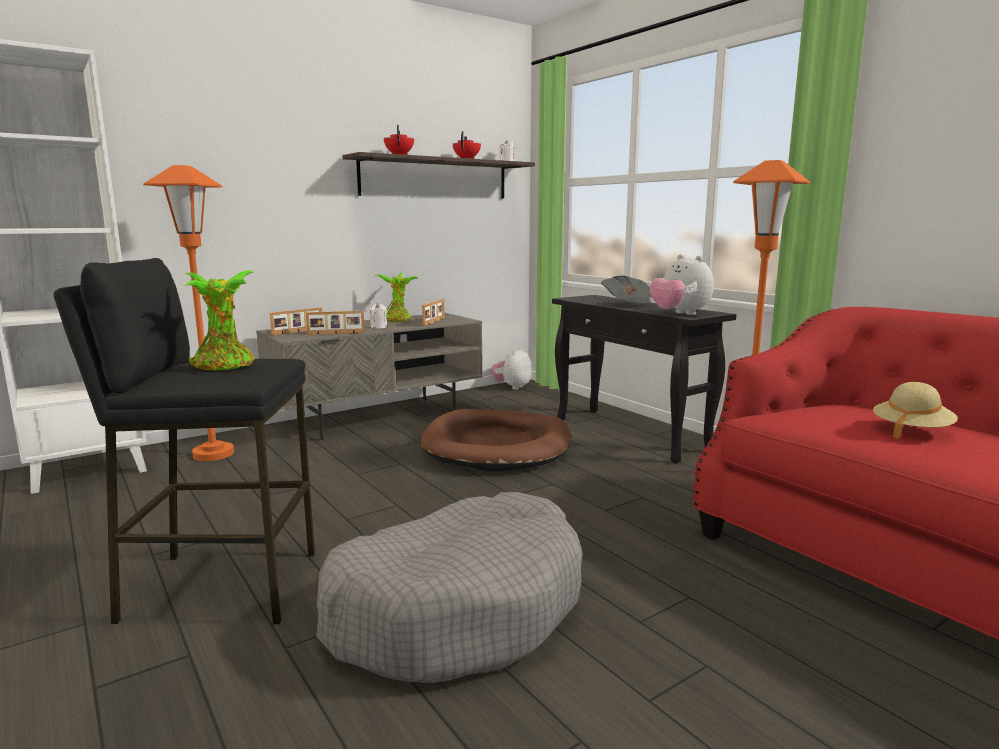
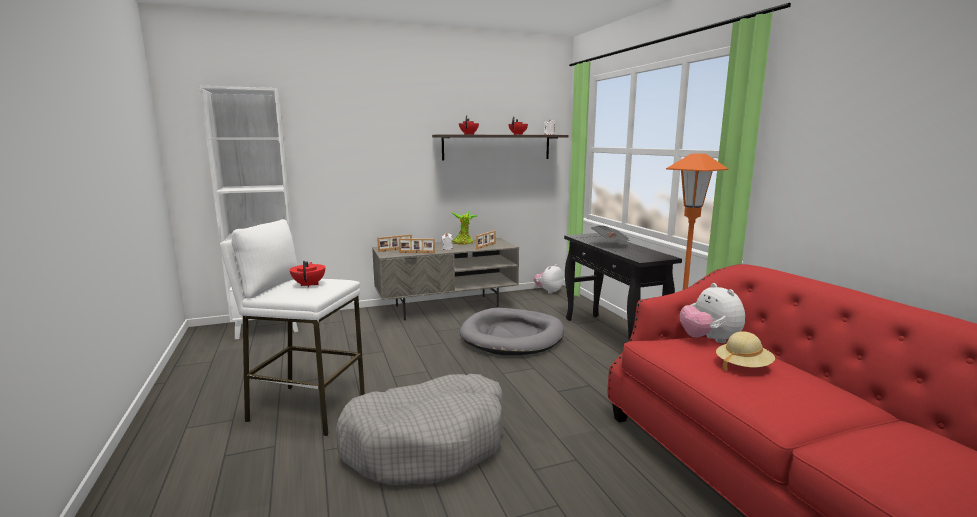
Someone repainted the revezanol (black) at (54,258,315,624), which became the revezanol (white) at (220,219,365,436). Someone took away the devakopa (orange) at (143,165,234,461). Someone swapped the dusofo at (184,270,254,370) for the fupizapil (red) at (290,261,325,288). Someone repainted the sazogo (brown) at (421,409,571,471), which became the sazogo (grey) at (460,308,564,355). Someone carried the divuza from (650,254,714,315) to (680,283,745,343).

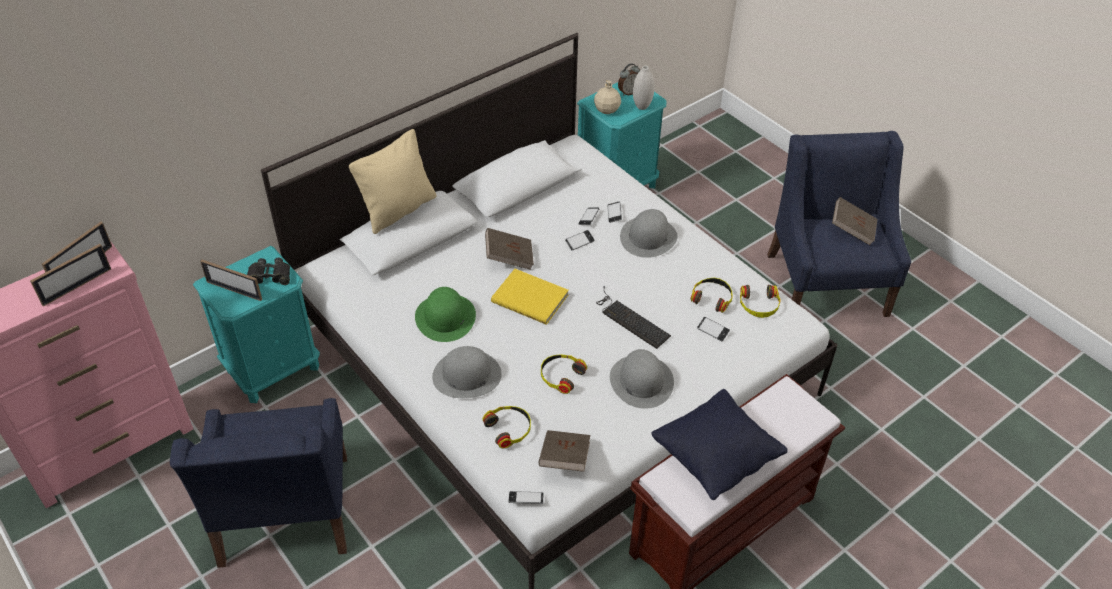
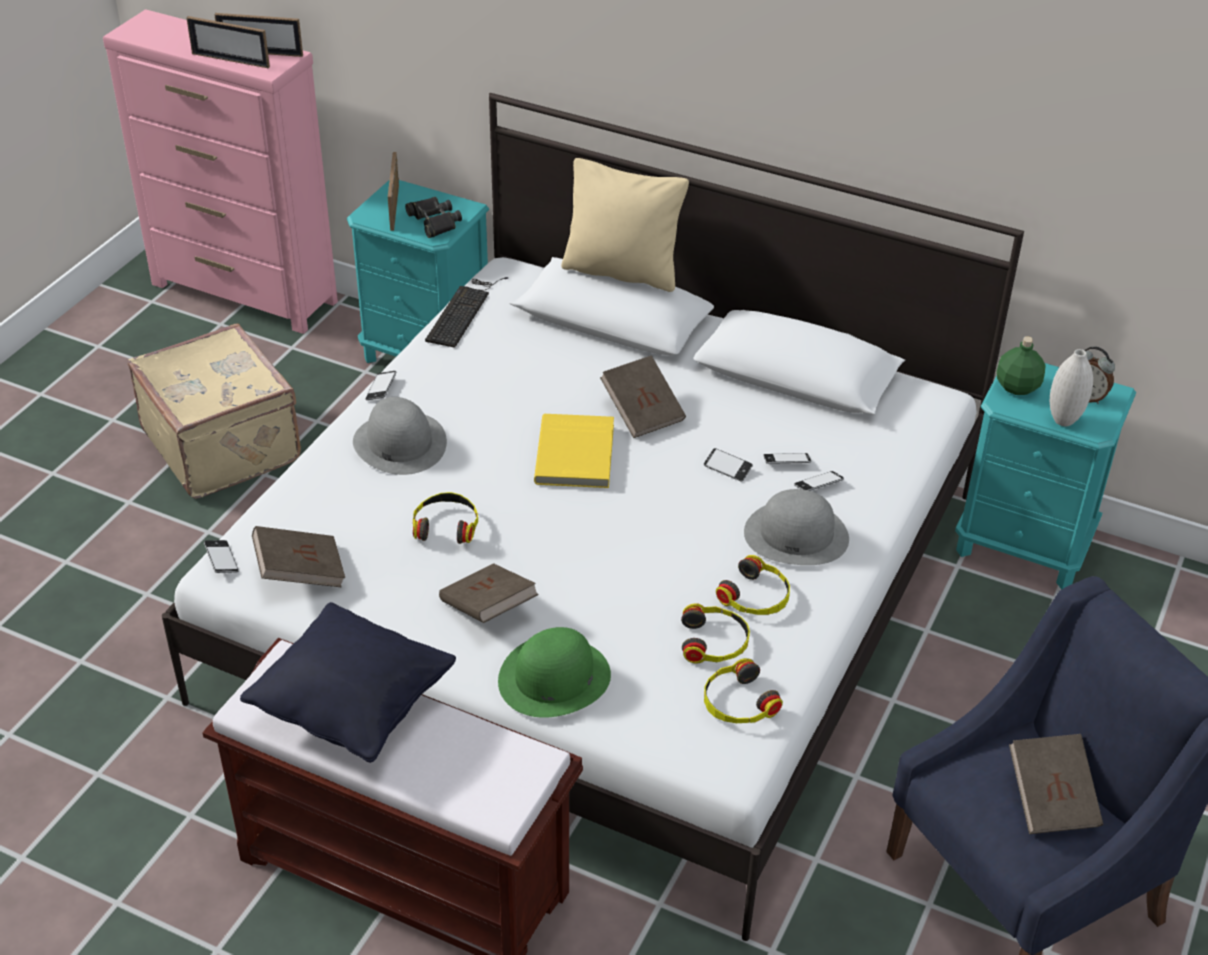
Someone swapped the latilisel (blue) at (170,398,347,568) for the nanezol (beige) at (128,323,301,499). Someone carried the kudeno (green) from (415,287,476,342) to (498,627,611,718). Someone carried the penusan from (482,406,531,448) to (716,555,790,615). Someone repainted the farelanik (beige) at (594,80,621,114), which became the farelanik (green) at (996,336,1046,395). Someone carried the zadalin from (596,286,671,349) to (425,277,508,348). Someone swapped the kudeno (grey) at (610,349,674,409) for the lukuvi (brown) at (439,563,539,623). Someone carried the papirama from (697,317,730,341) to (365,371,396,400).

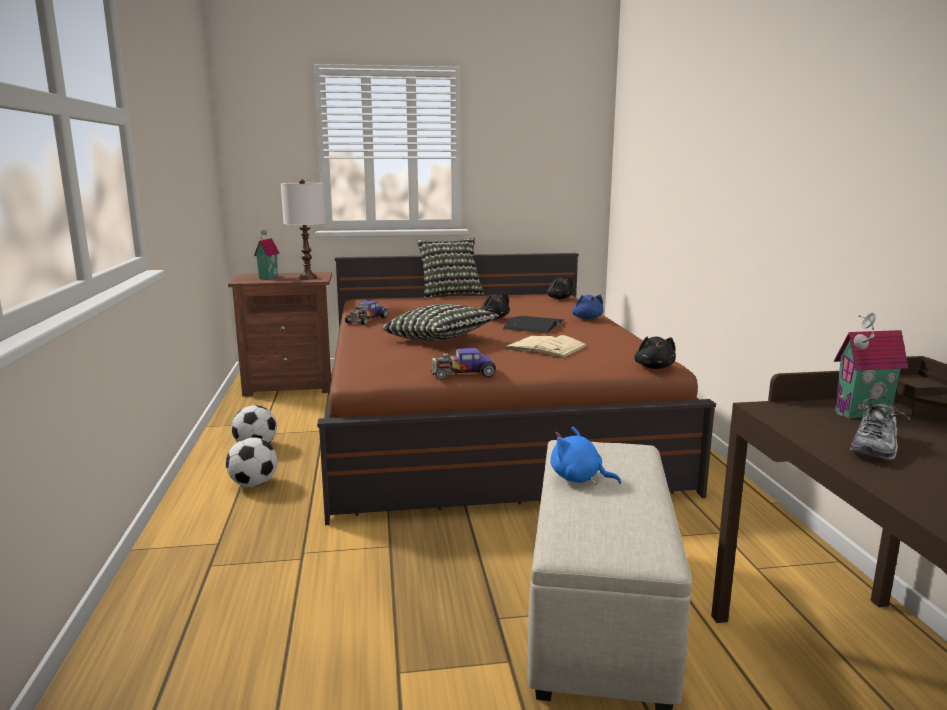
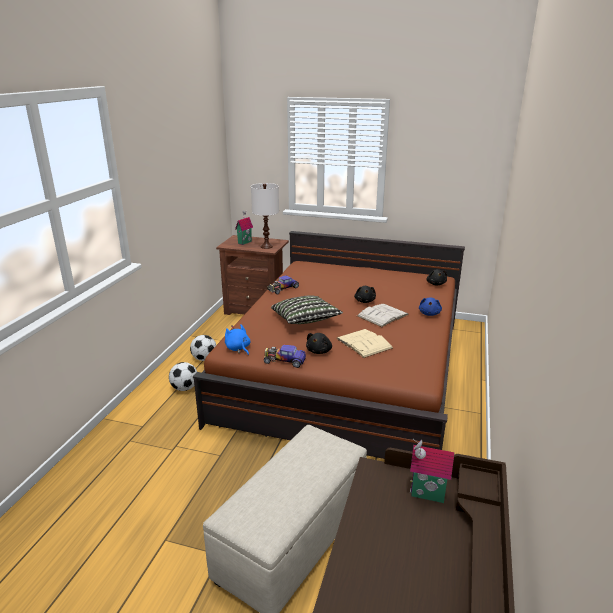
Someone took away the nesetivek at (417,238,485,298). Someone repainted the lukuvi (black) at (503,316,565,333), which became the lukuvi (white) at (357,304,409,327). Someone carried the divuza (blue) from (550,426,621,485) to (225,324,251,355). Someone carried the divuza (black) from (634,336,676,369) to (306,333,332,354). Someone took away the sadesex at (848,397,910,460).

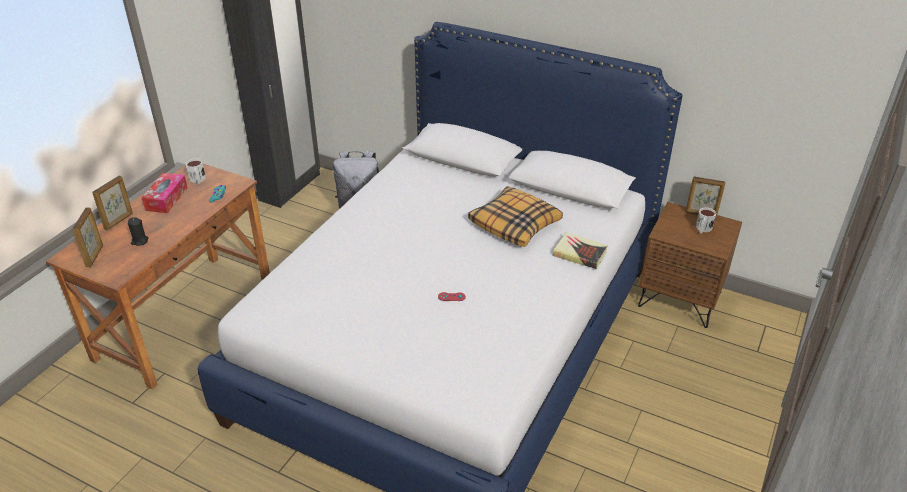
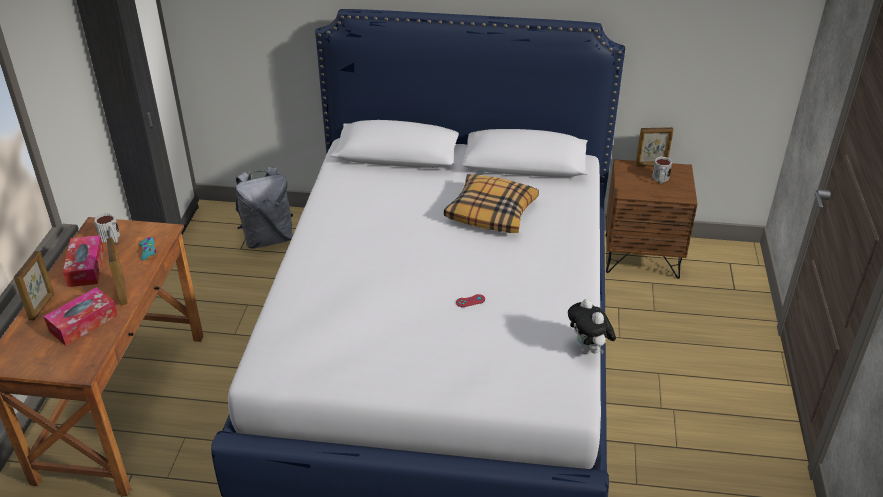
Someone carried the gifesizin from (72,207,103,267) to (106,238,127,305). Someone swapped the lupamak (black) at (128,217,149,246) for the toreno at (44,287,118,346). Someone took away the lukuvi at (552,232,608,269). Someone put down the divuza at (568,299,616,354).

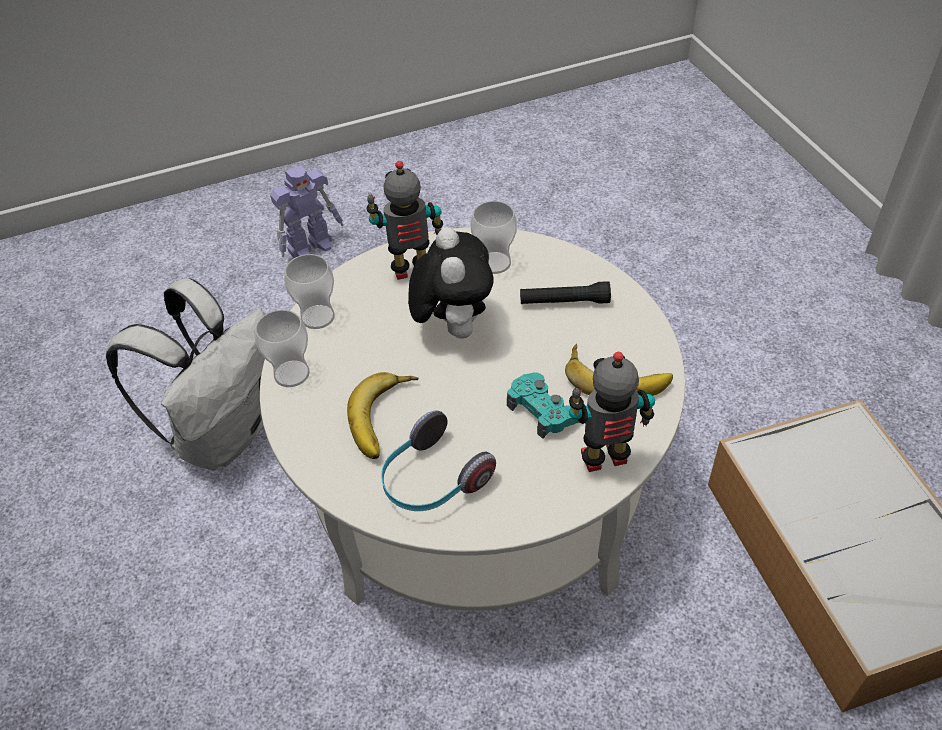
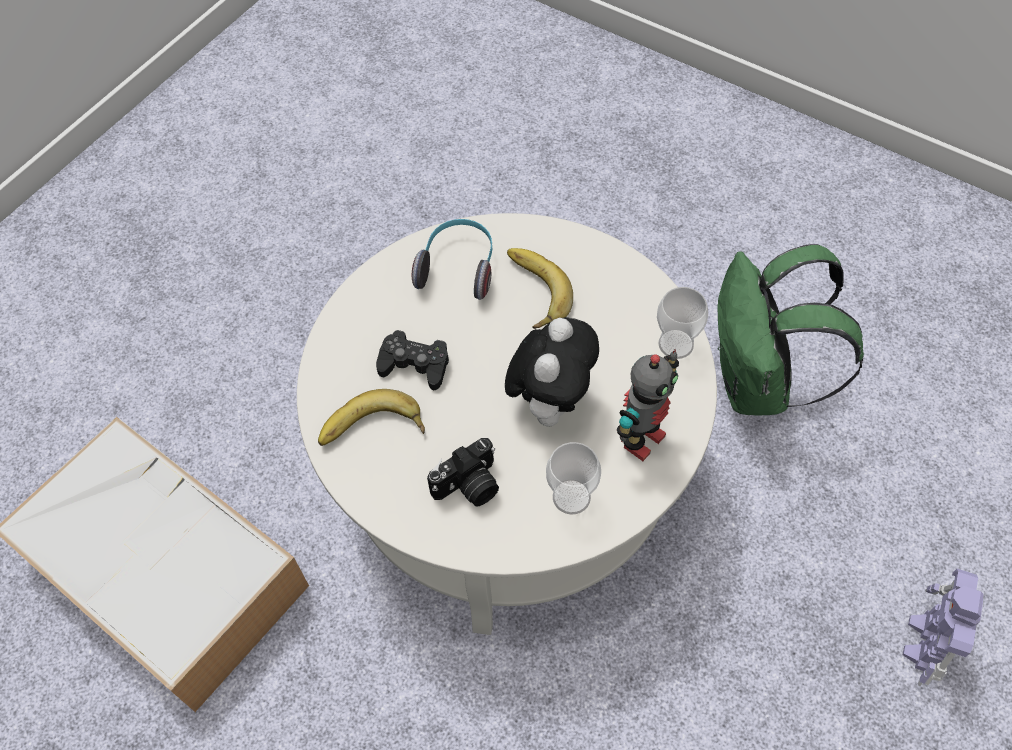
Someone repainted the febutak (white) at (106,278,265,471), which became the febutak (green) at (717,244,864,415). Someone took away the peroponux at (255,310,310,387). Someone rotated the divuza at (408,227,494,339) by 120 degrees counterclockwise. Someone repainted the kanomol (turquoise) at (507,372,580,439), which became the kanomol (black) at (376,330,449,390). Someone swapped the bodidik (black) at (520,281,611,304) for the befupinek at (427,438,499,507). Someone took away the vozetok at (569,352,655,472).

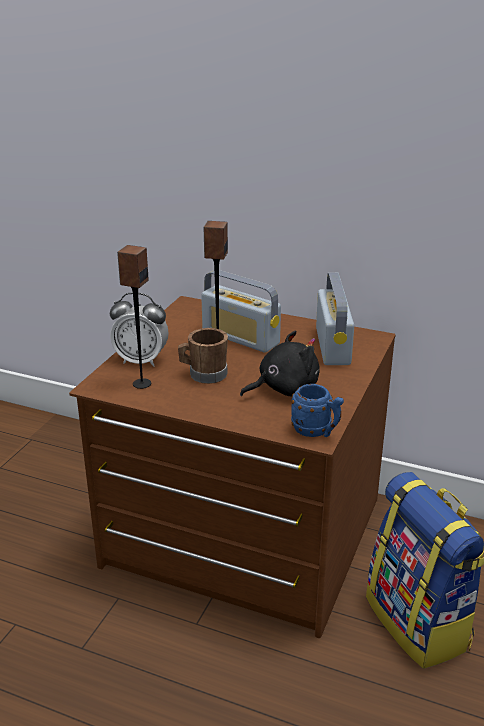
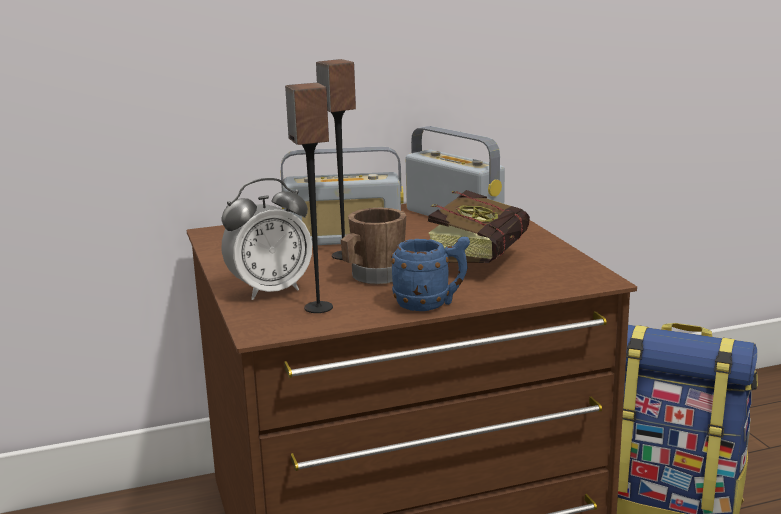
Someone swapped the divuza (black) at (240,330,320,397) for the lukuvi at (428,190,530,263). Someone carried the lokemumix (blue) from (291,384,344,437) to (391,237,470,311).

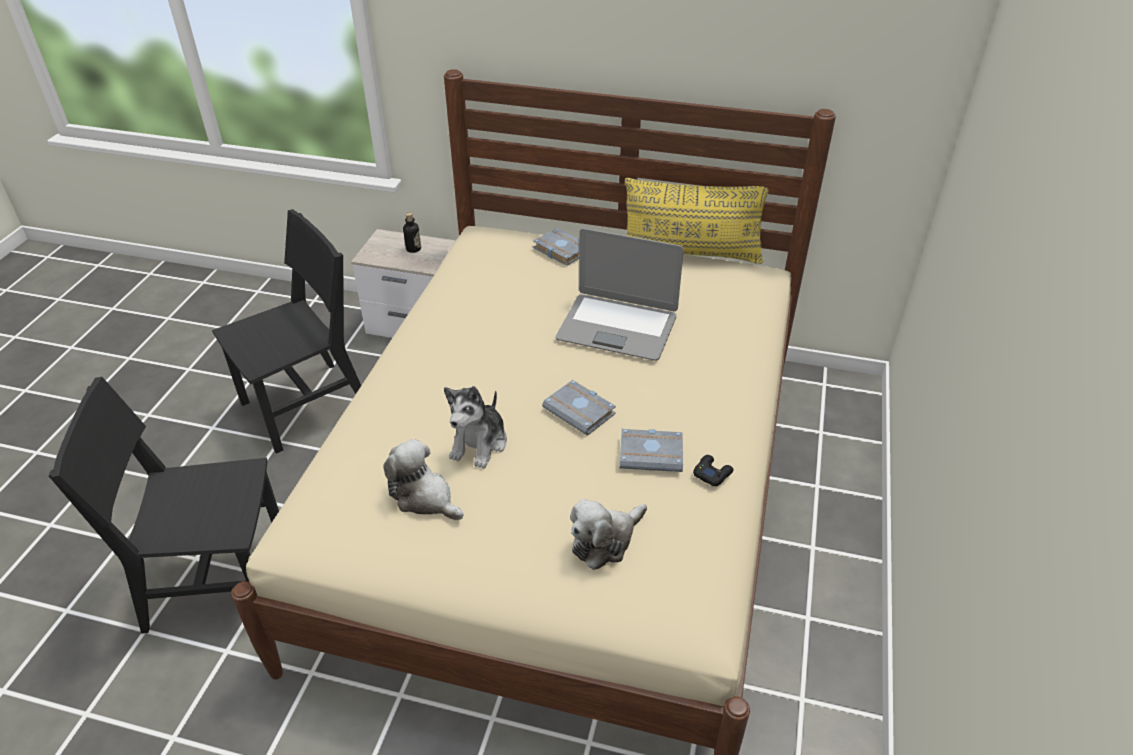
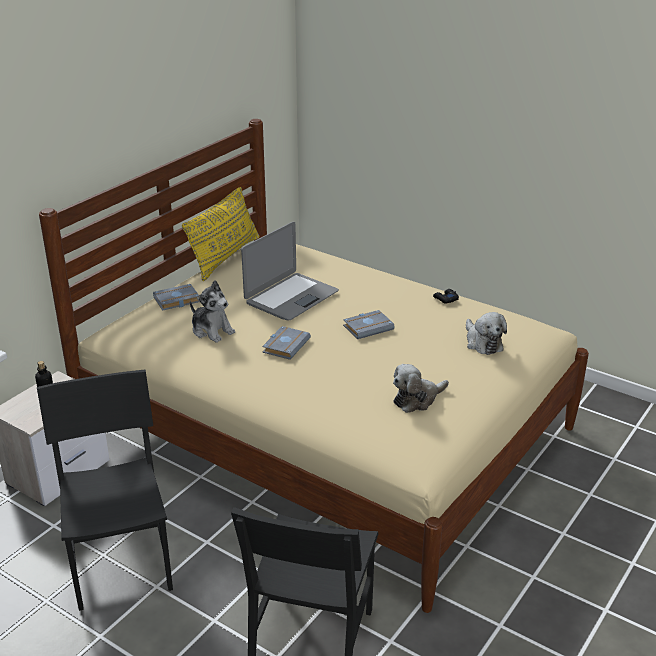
Someone carried the divuza from (444,386,507,469) to (190,280,235,343). Someone carried the lukuvi (grey) from (620,429,683,472) to (262,326,311,360).

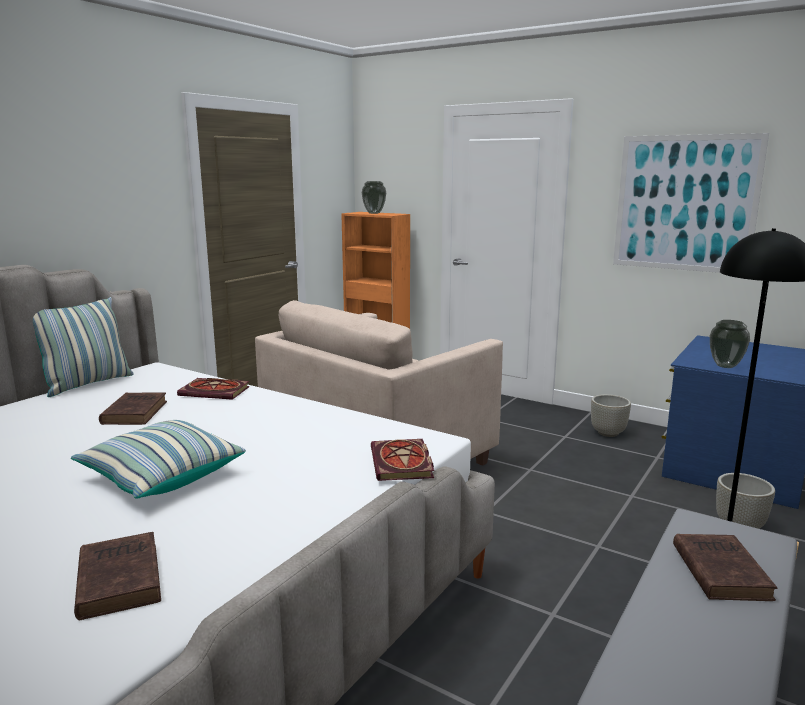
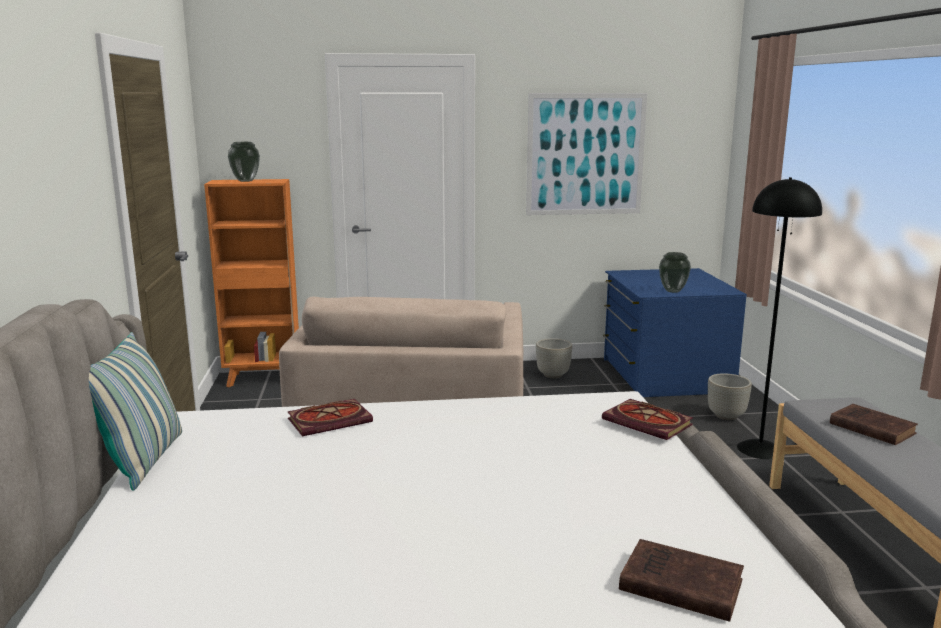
Someone took away the nesetivek at (71,420,246,499). Someone took away the lukuvi (brown) at (99,393,167,425).

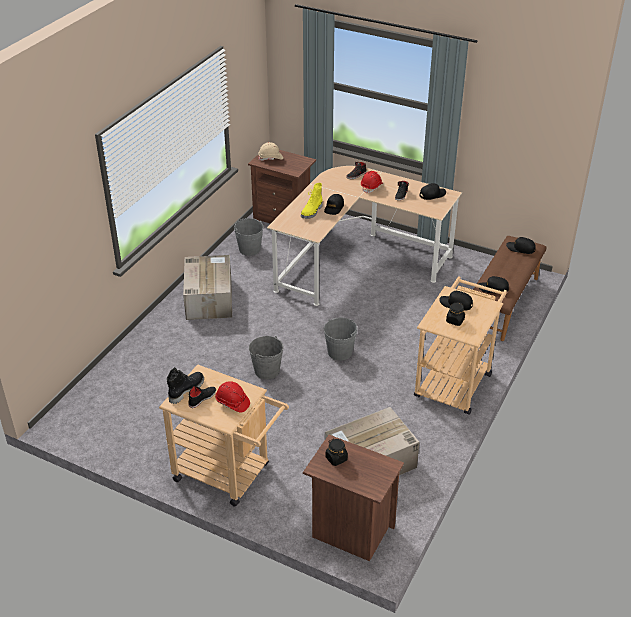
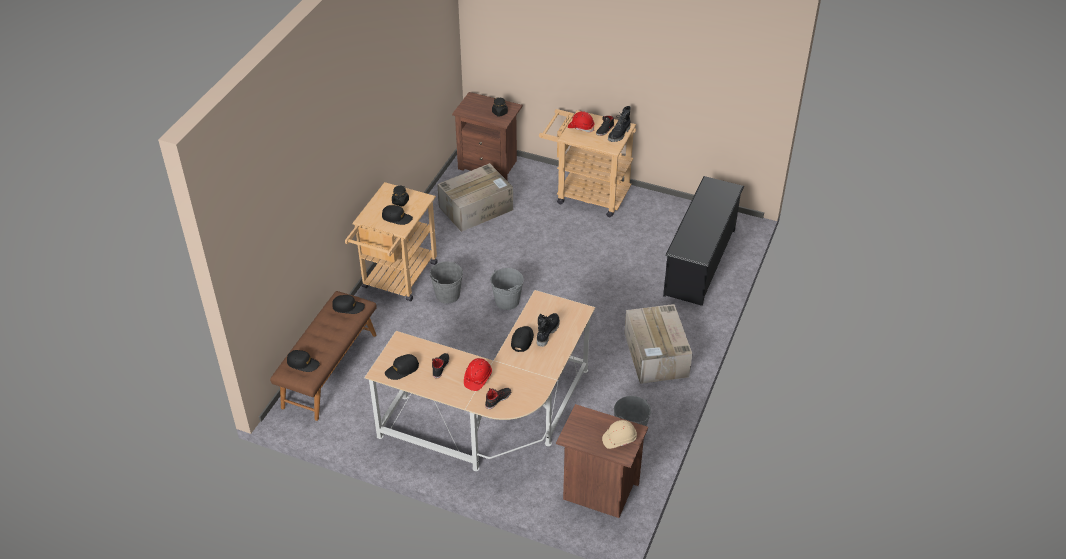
Someone carried the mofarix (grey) from (249,336,284,380) to (430,261,463,304). Someone repainted the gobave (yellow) at (301,183,323,219), which became the gobave (black) at (537,313,560,347). Someone put down the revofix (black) at (663,176,744,306).

